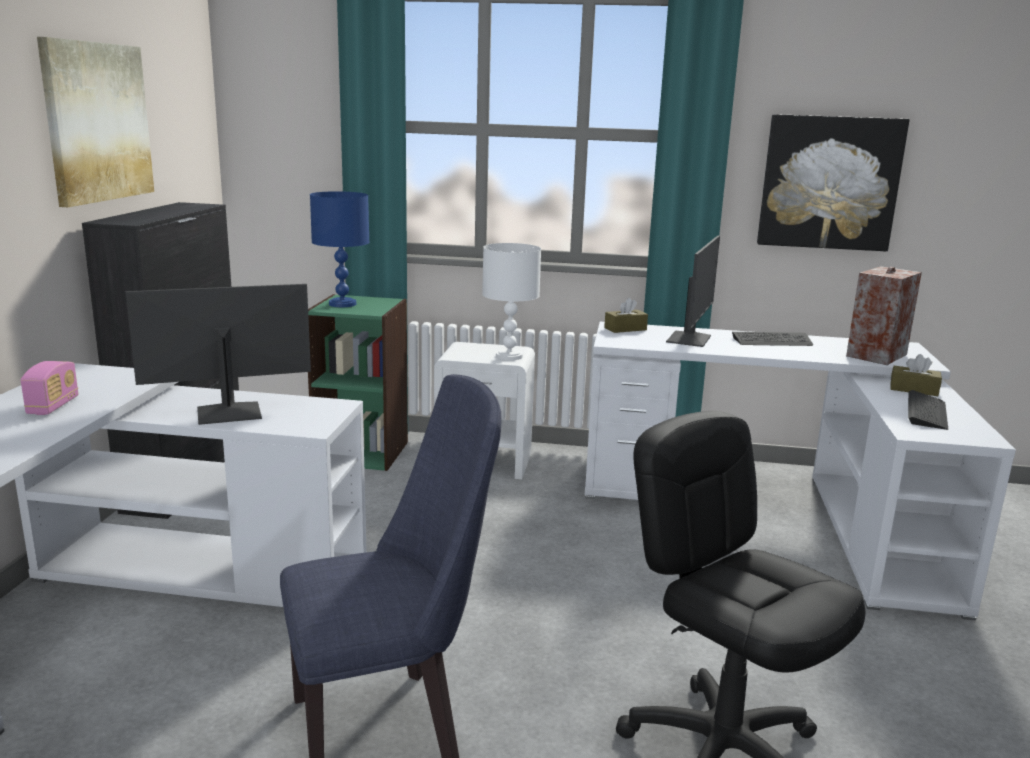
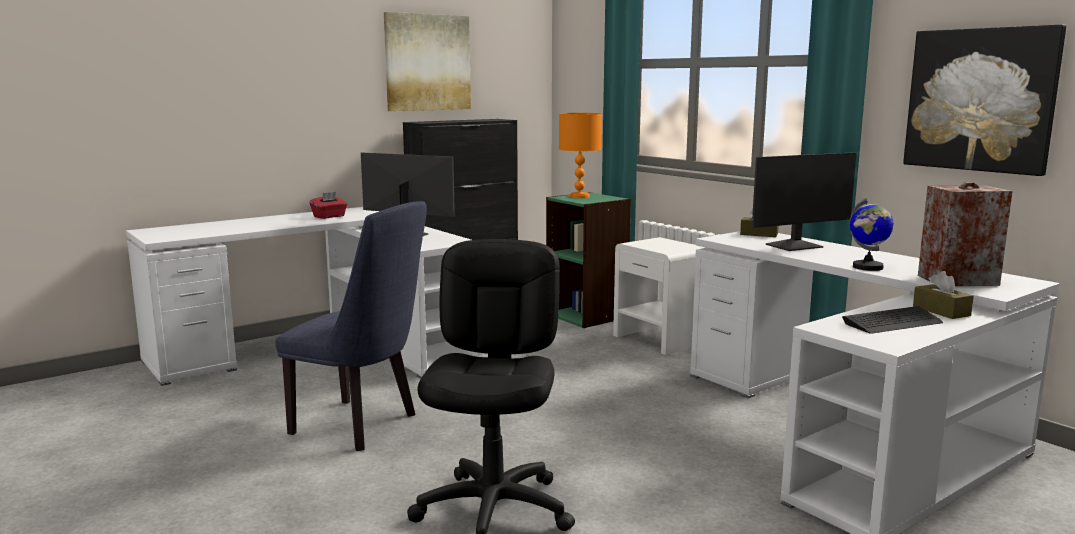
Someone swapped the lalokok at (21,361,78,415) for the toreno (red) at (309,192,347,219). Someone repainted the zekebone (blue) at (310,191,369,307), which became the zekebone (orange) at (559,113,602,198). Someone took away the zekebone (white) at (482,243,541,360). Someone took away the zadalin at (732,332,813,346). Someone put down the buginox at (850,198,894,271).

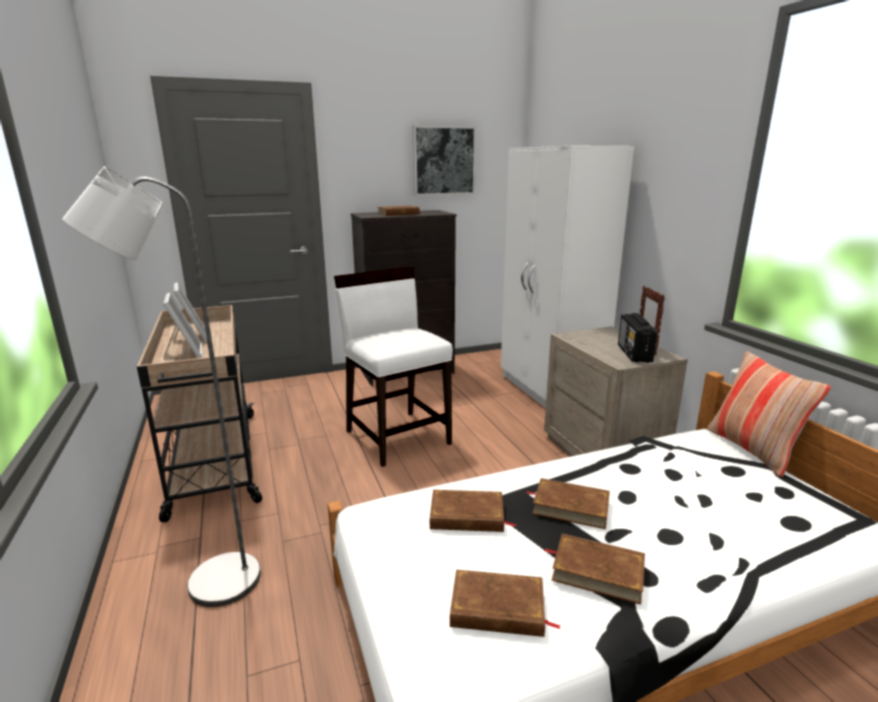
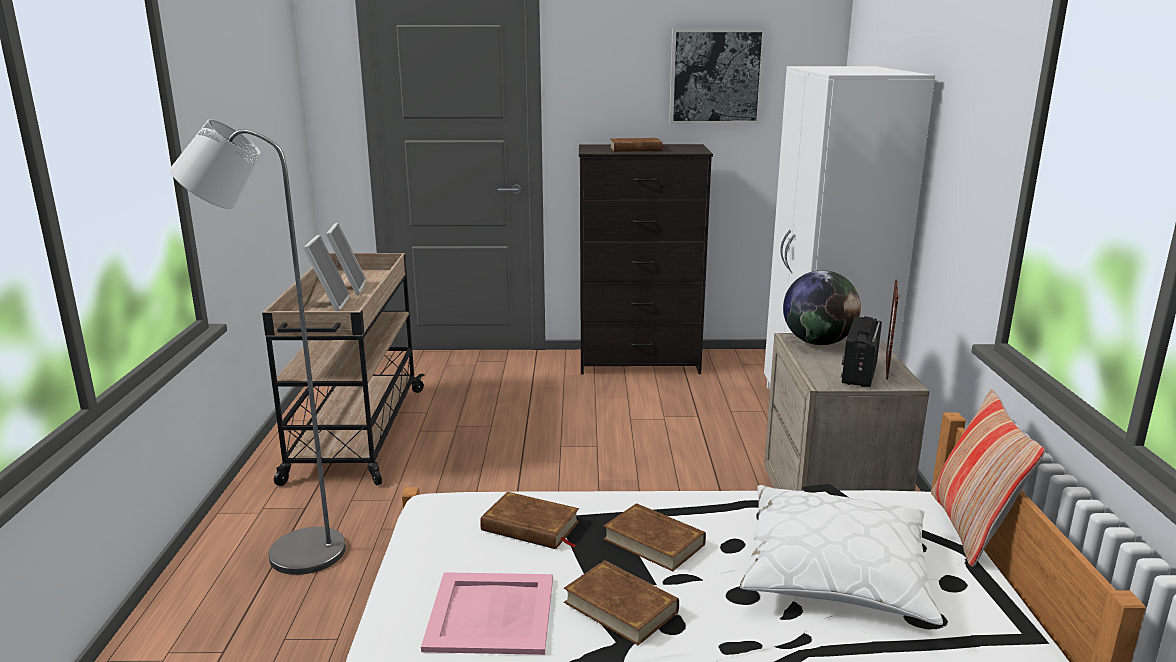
Someone took away the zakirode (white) at (334,267,453,467). Someone swapped the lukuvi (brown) at (450,570,561,637) for the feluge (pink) at (421,572,553,655). Someone put down the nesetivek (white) at (740,485,943,625). Someone put down the buginox at (783,270,861,345).

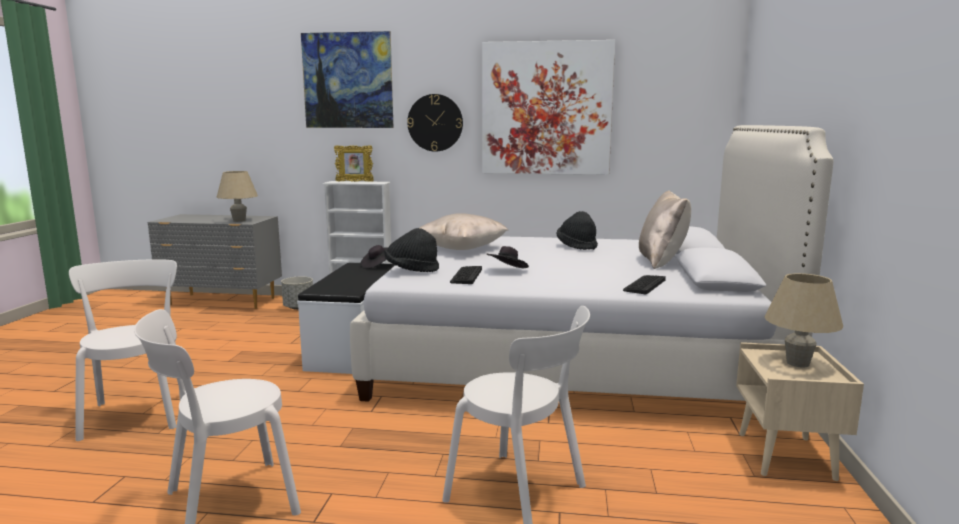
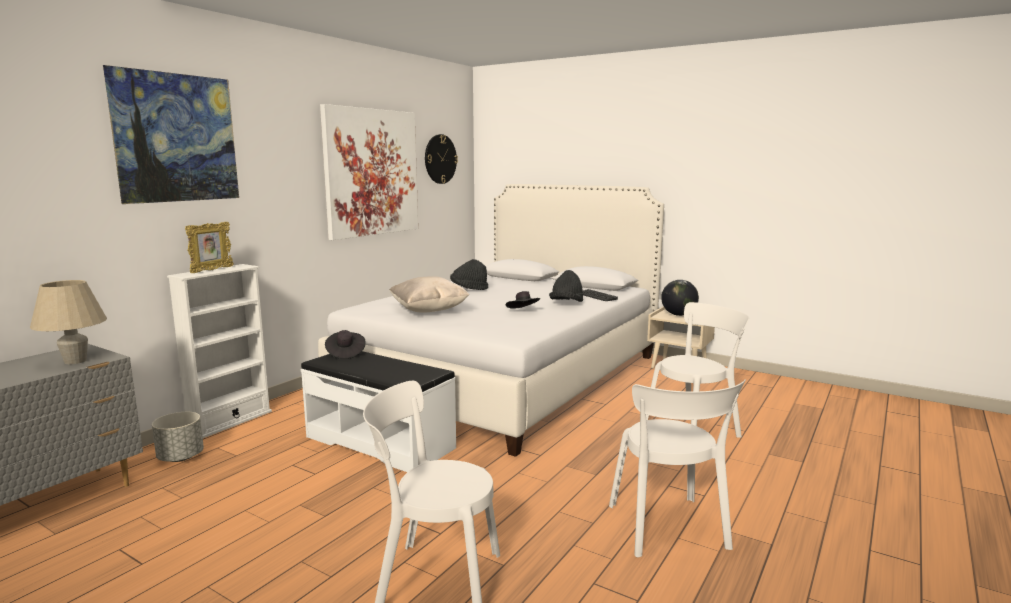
Someone carried the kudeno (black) from (385,228,439,272) to (549,270,583,302). Someone carried the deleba from (407,94,463,152) to (425,134,458,184). Someone took away the zadalin at (450,266,482,284). Someone took away the nesetivek (beige) at (639,190,691,269). Someone swapped the zekebone (beige) at (764,273,843,367) for the buginox at (661,280,699,316).

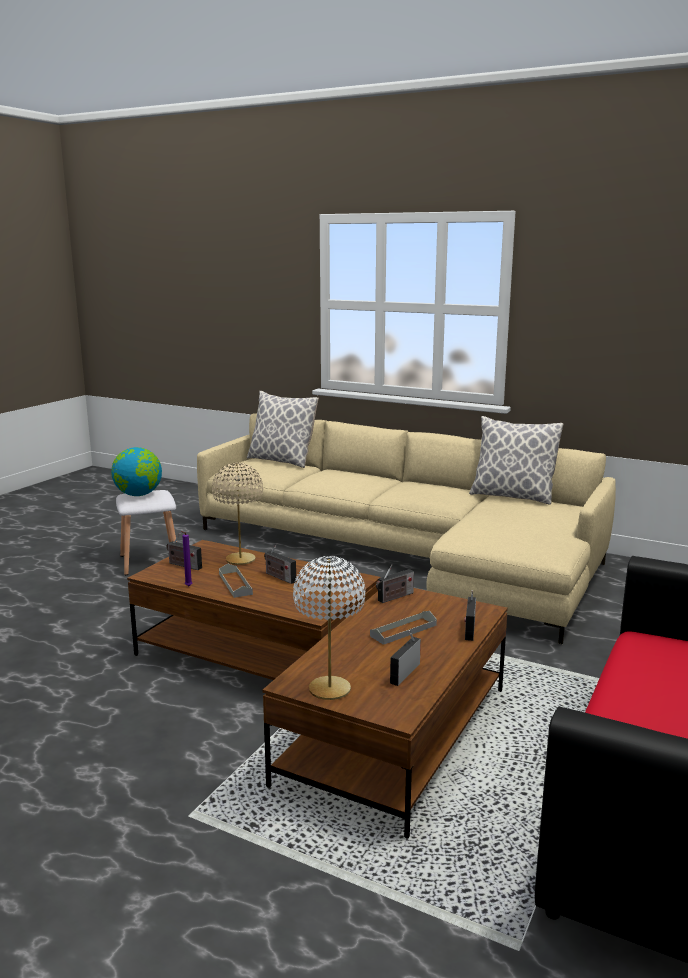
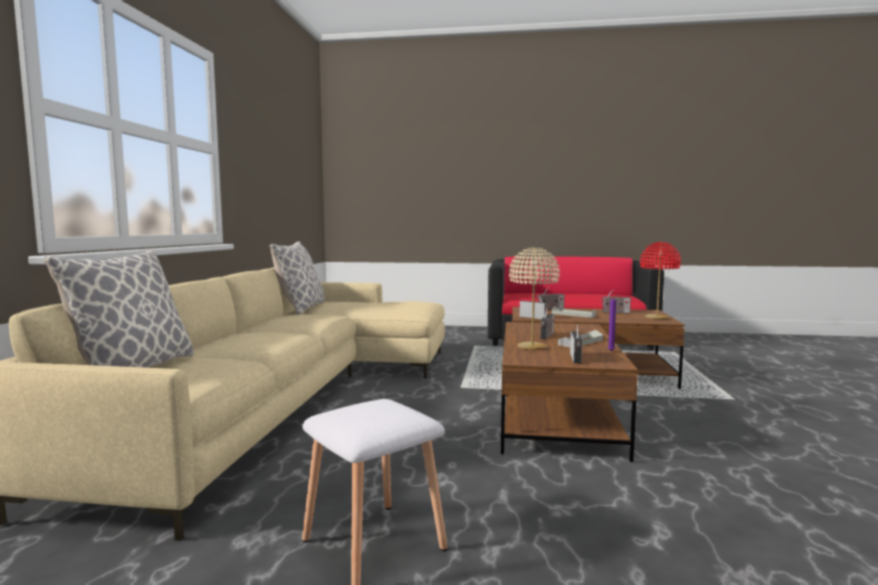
Someone took away the buginox at (111,447,162,496). Someone repainted the zekebone (white) at (293,556,366,700), which became the zekebone (red) at (640,242,681,319).

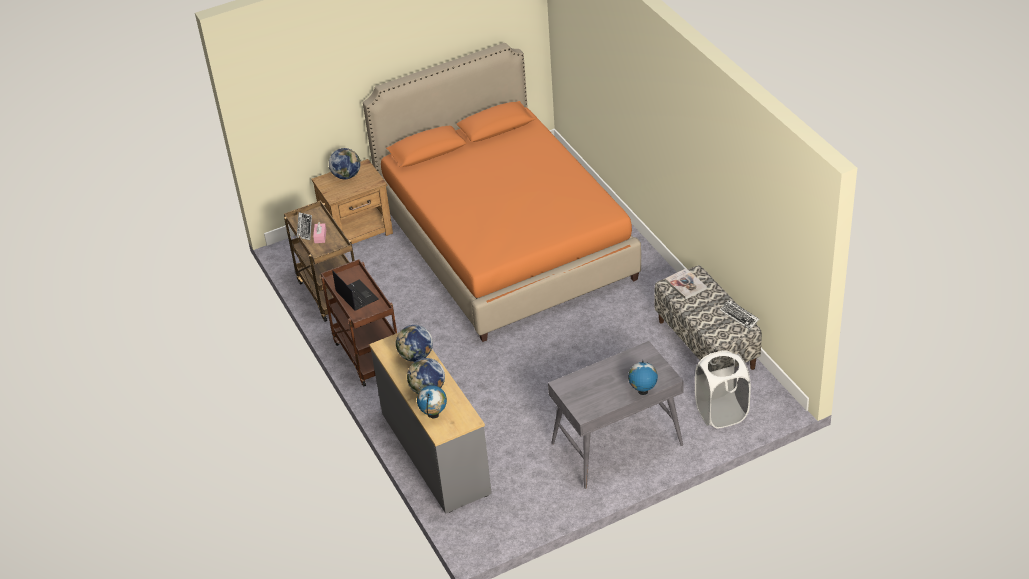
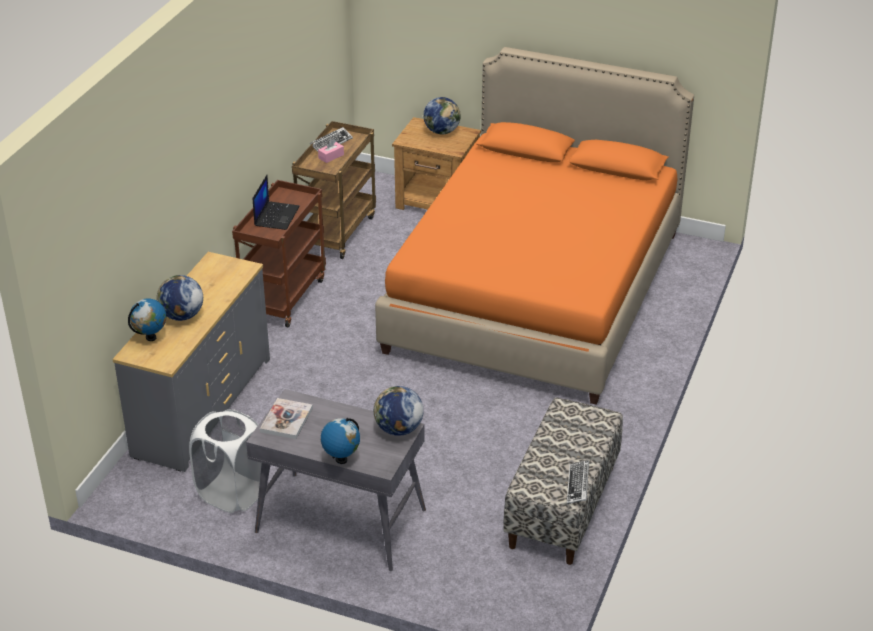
Someone carried the buginox from (396,325,433,362) to (374,386,424,436). Someone carried the lukuvi from (665,268,707,300) to (260,398,313,439). Someone carried the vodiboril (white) from (695,350,751,429) to (189,409,262,513).

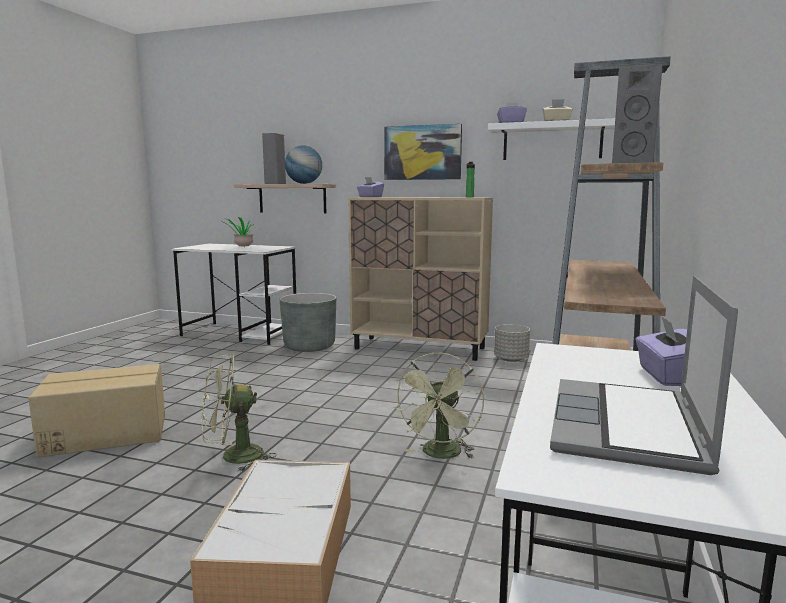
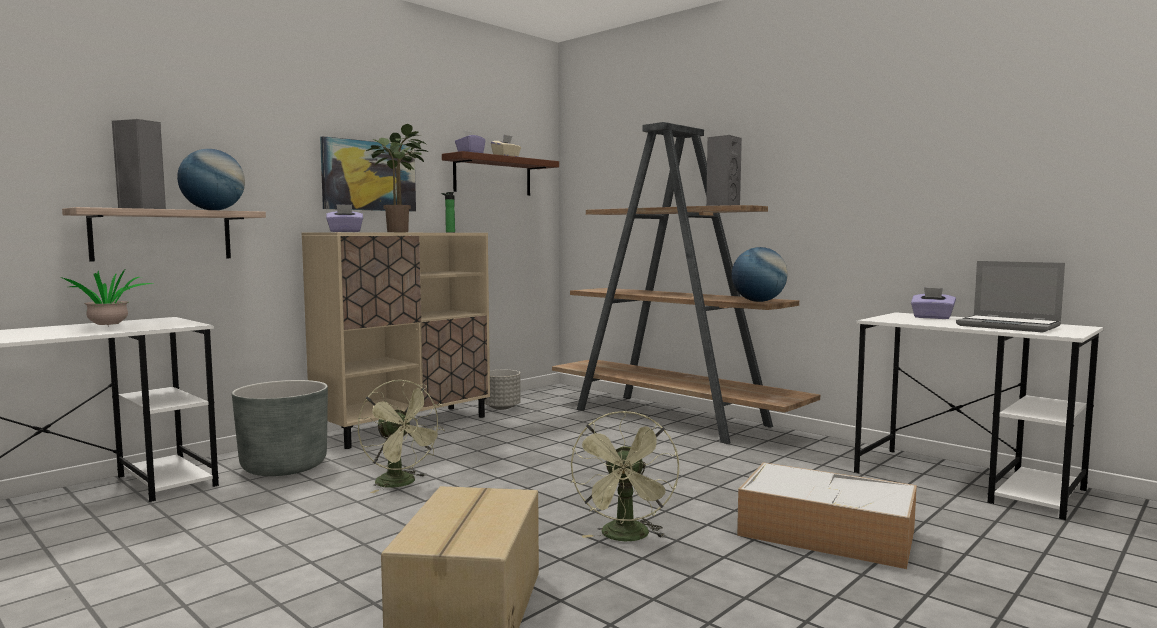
Someone carried the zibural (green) from (394,352,484,459) to (358,380,445,493). Someone repainted the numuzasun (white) at (488,119,615,160), which became the numuzasun (brown) at (442,151,559,196). Someone put down the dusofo at (366,124,429,232). Someone put down the buginox at (732,247,788,302).

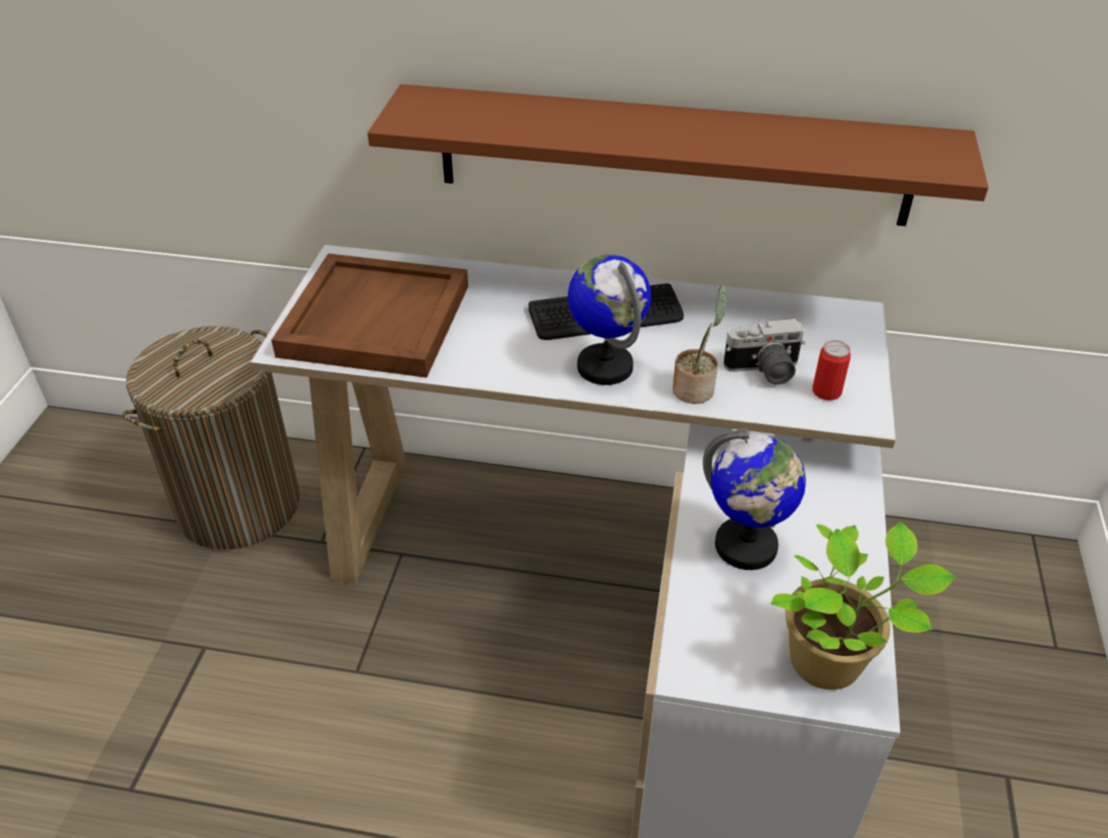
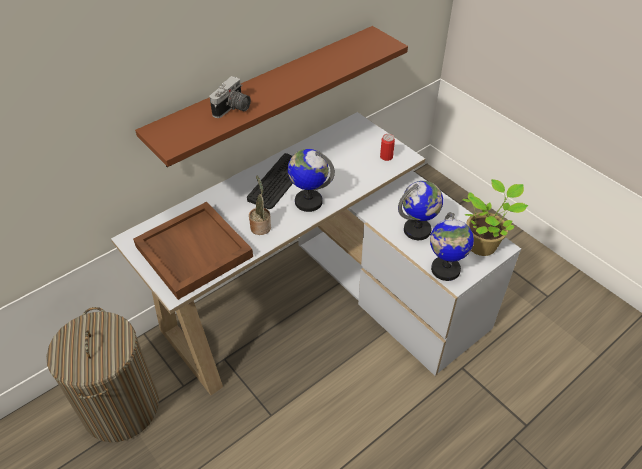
Someone carried the dusofo from (673,285,727,404) to (249,176,271,235). Someone carried the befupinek from (723,319,805,385) to (209,76,251,118). Someone put down the buginox at (430,212,474,281).

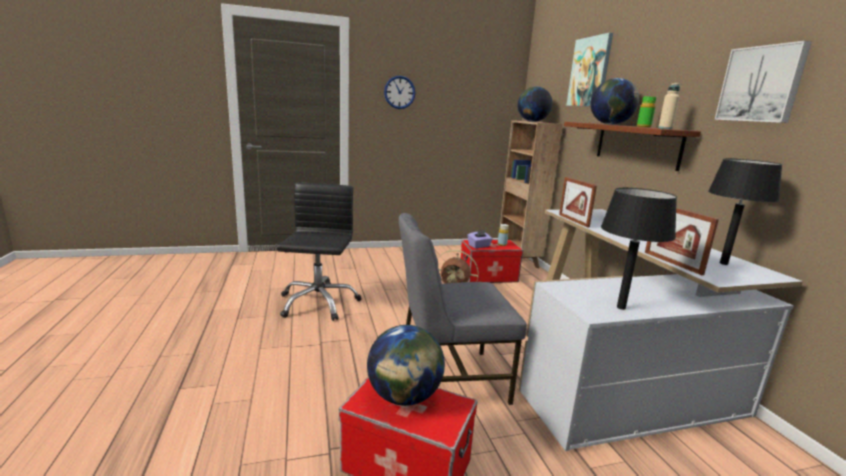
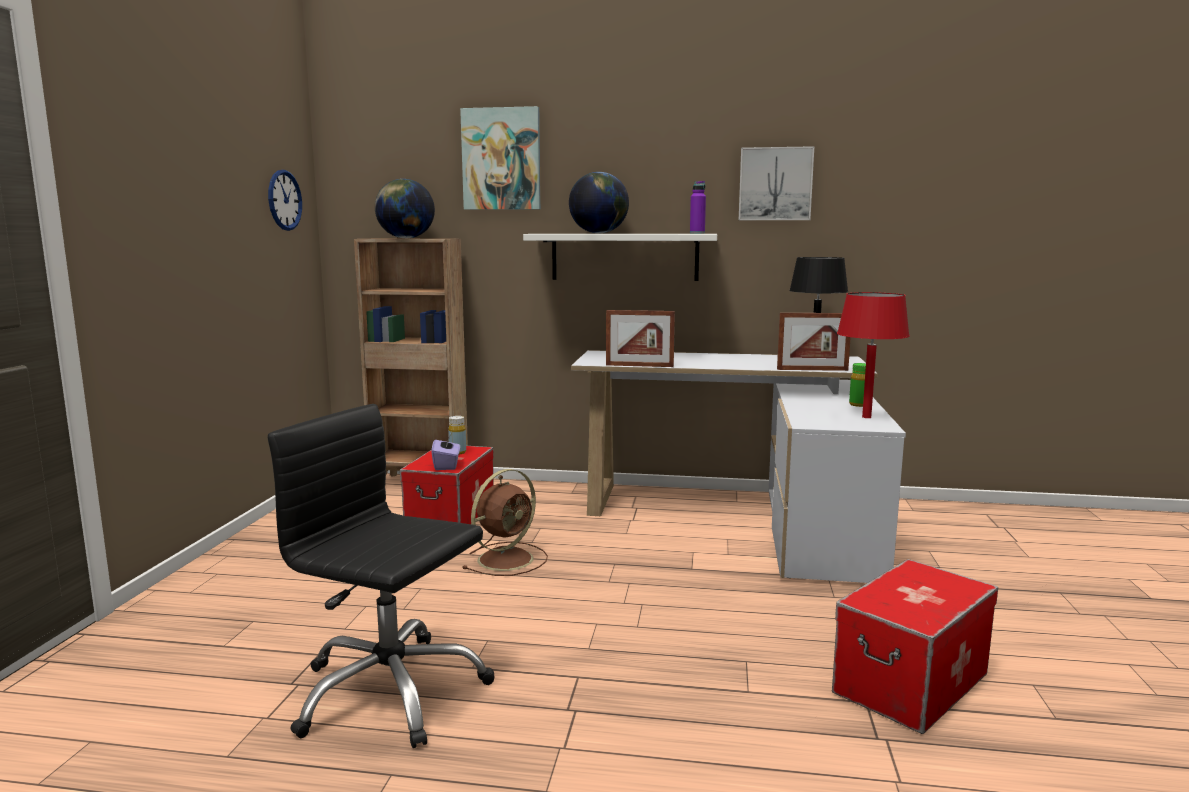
Someone took away the buginox at (367,325,445,406). Someone carried the deleba from (384,76,415,109) to (268,170,302,231). Someone took away the zakirode (grey) at (399,213,527,405). Someone repainted the numuzasun (brown) at (564,122,701,171), which became the numuzasun (white) at (523,234,717,281). Someone repainted the zekebone (black) at (601,188,677,310), which became the zekebone (red) at (837,292,910,418). Someone carried the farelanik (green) from (637,97,656,127) to (849,363,866,407). Someone repainted the farelanik (beige) at (658,83,680,129), which became the farelanik (purple) at (690,181,706,234).

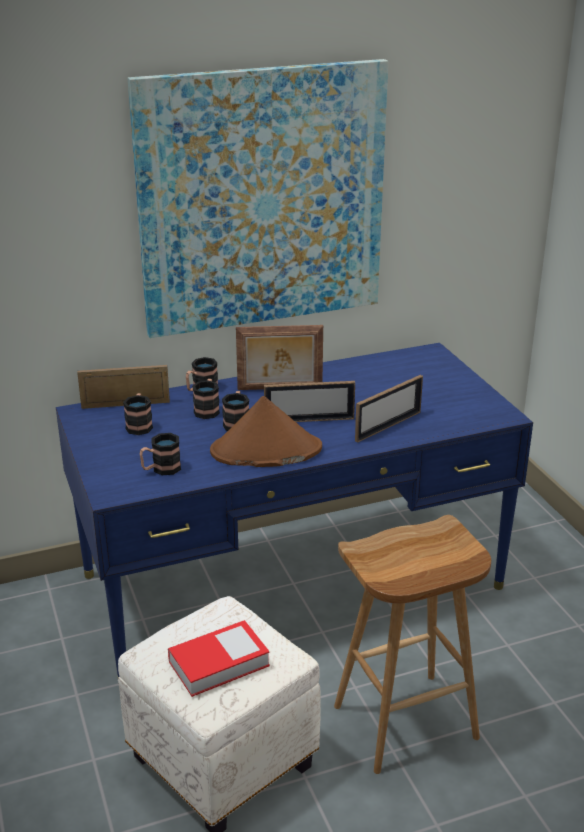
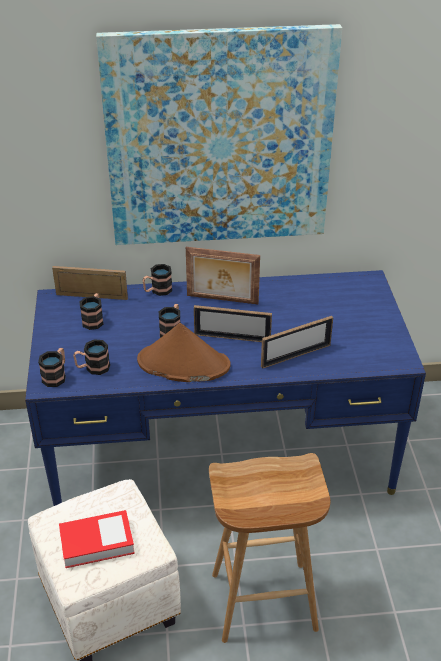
Someone carried the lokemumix from (192,379,220,419) to (38,348,66,387).

